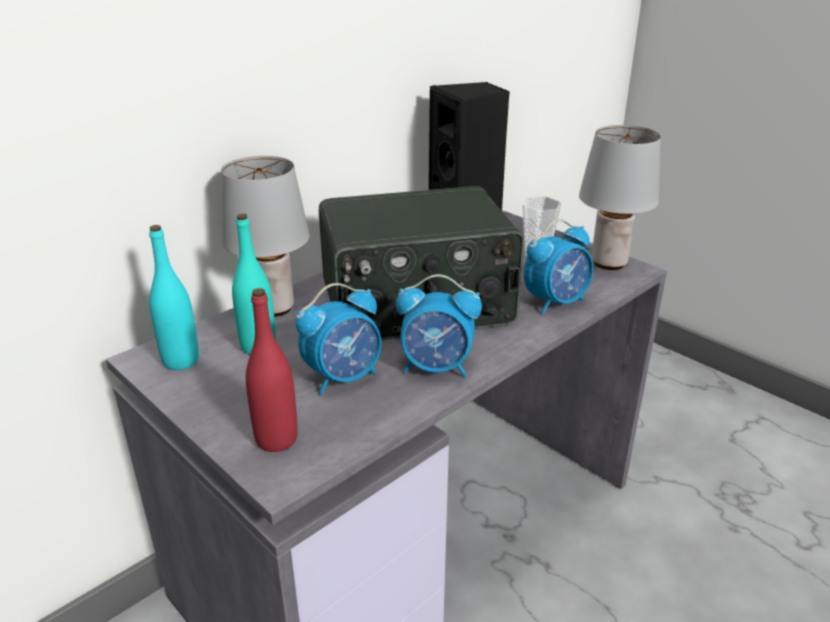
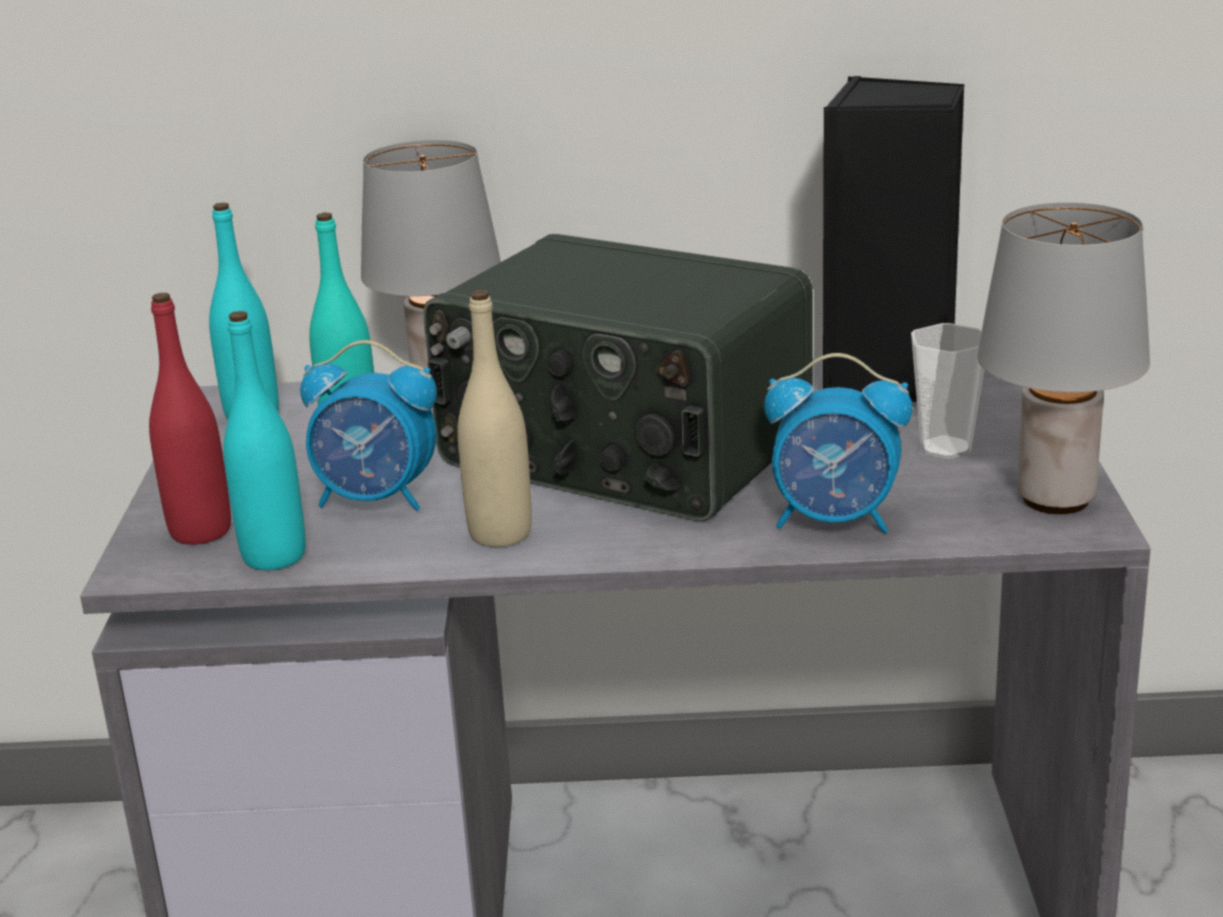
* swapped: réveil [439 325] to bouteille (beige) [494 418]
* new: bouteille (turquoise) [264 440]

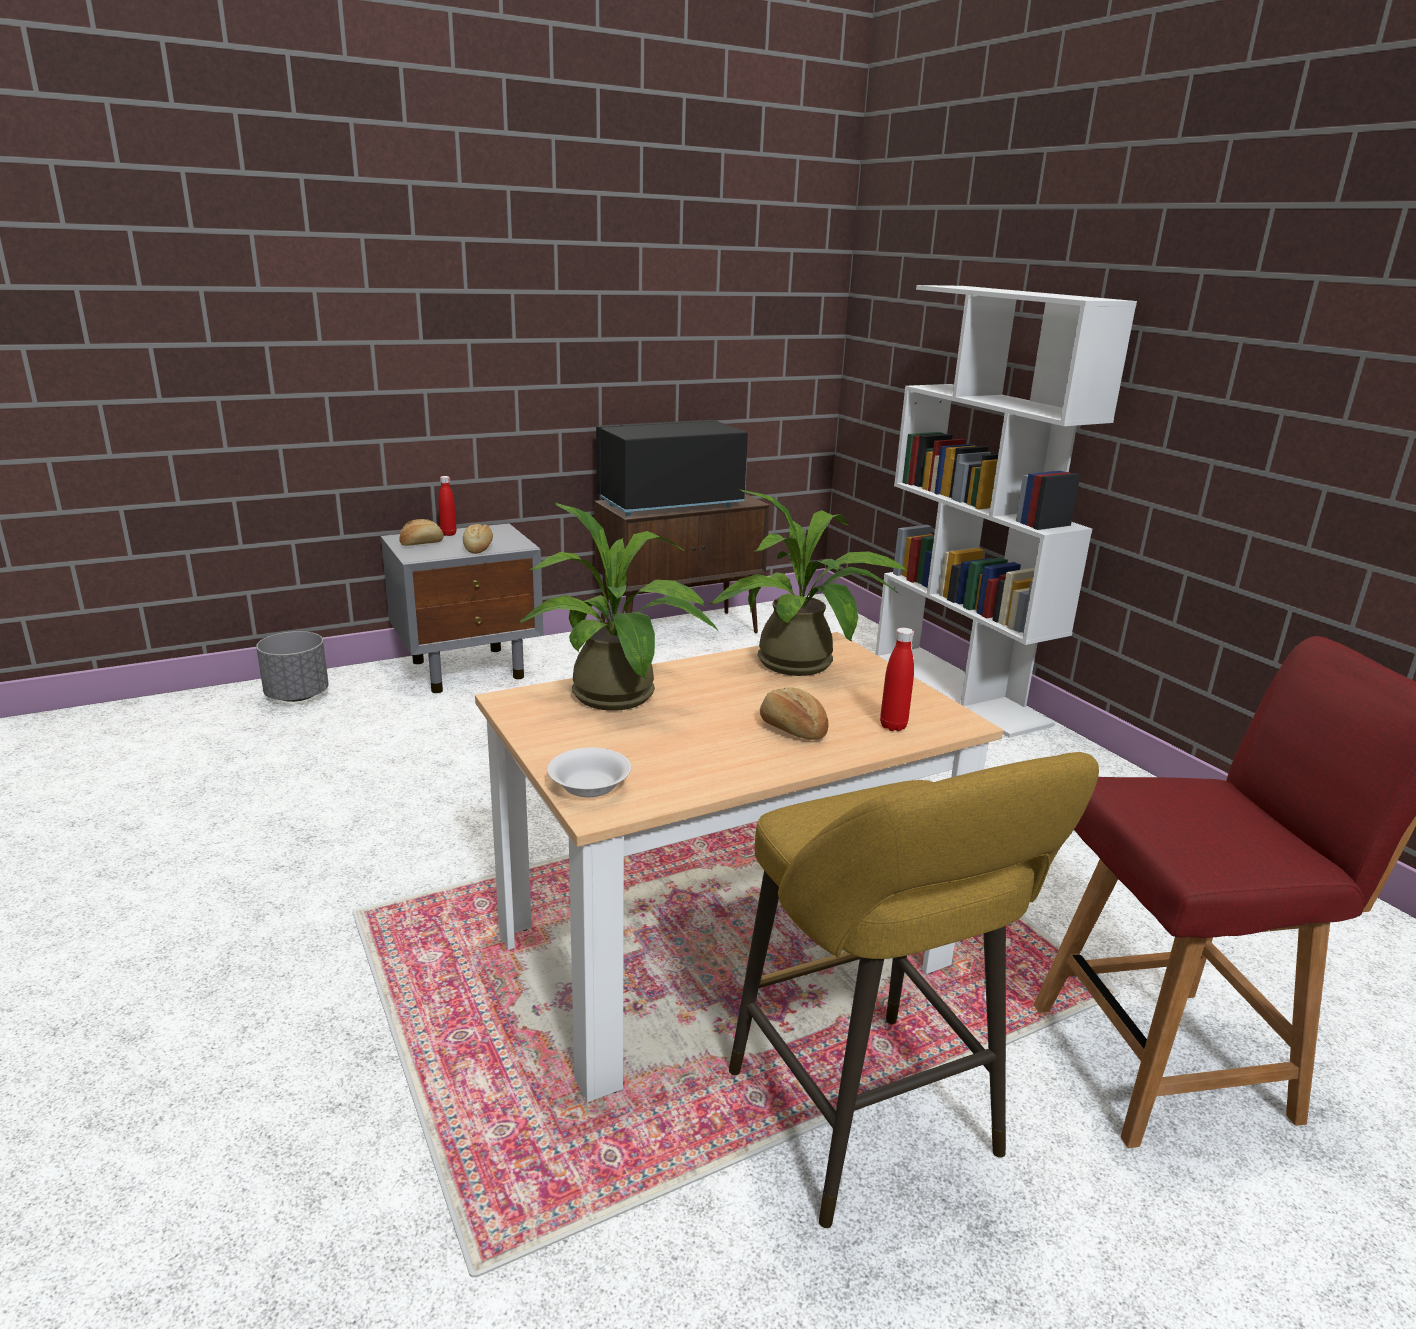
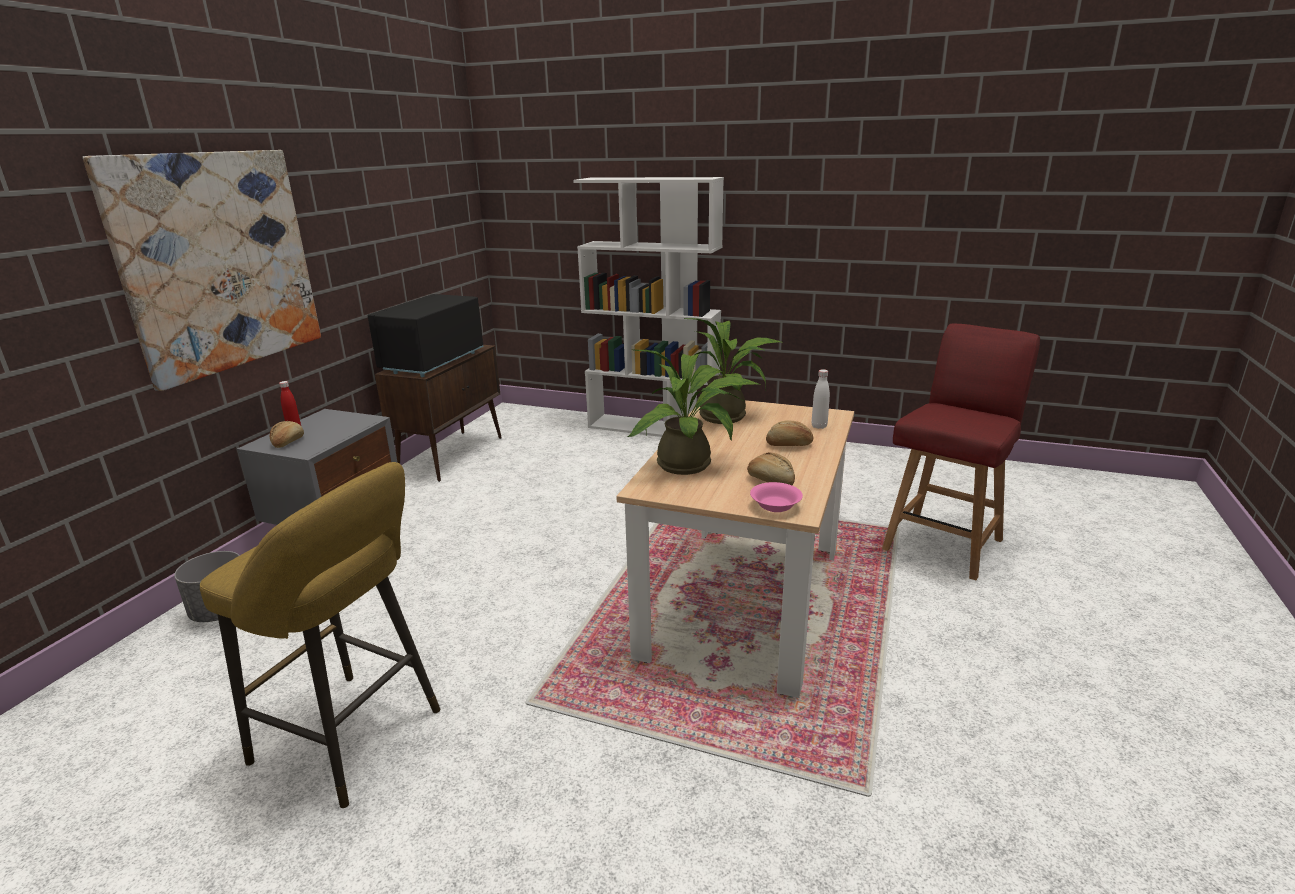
* shifted: pain [478 539] to [771 468]
* repainted: bol (blanc) [589 772] to bol (rose) [776 497]
* shifted: tabouret (jaune) [914 990] to [320 635]
* repainted: bouteille (rouge) [897 679] to bouteille (blanc) [821 399]
* new: tableau [202 270]

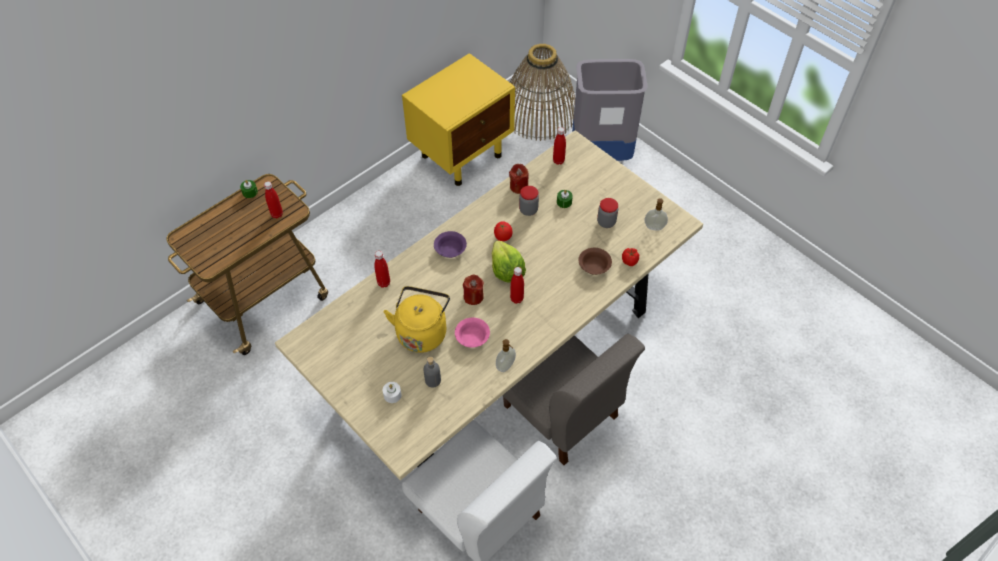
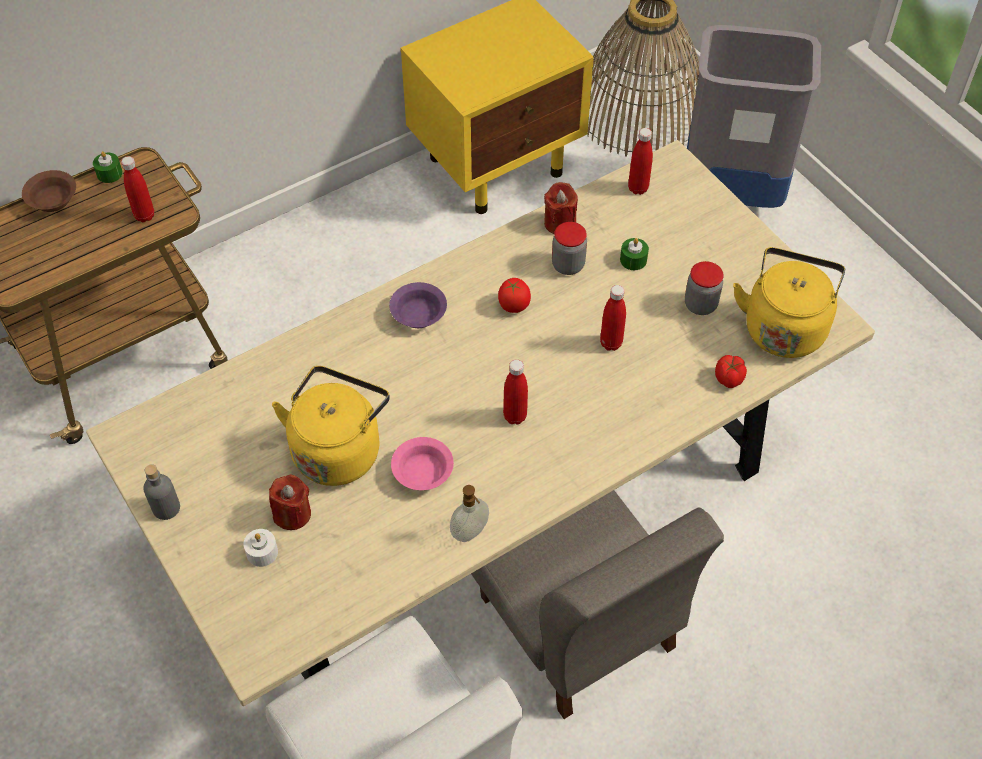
* shifted: bouteille (rouge) [382 269] to [613 318]
* shifted: bouteille (gris) [432 372] to [161 492]
* shifted: bougie (rouge) [473 290] to [290 502]
* gone: laitue [509 261]
* shifted: bol (marron) [595 261] to [49 191]
* swapped: distributeur de savon [656 214] to bouilloire (jaune) [789 302]

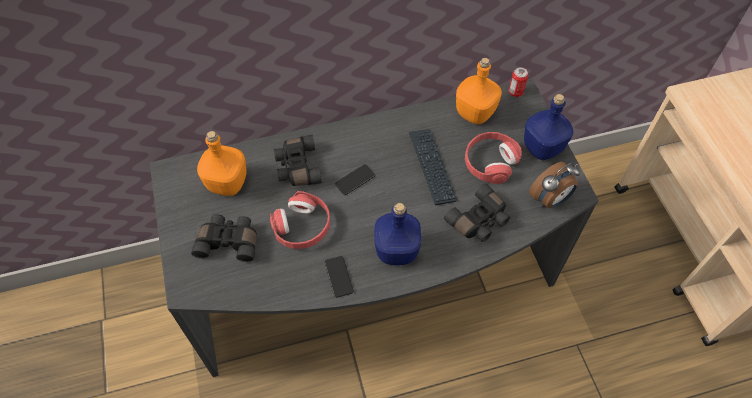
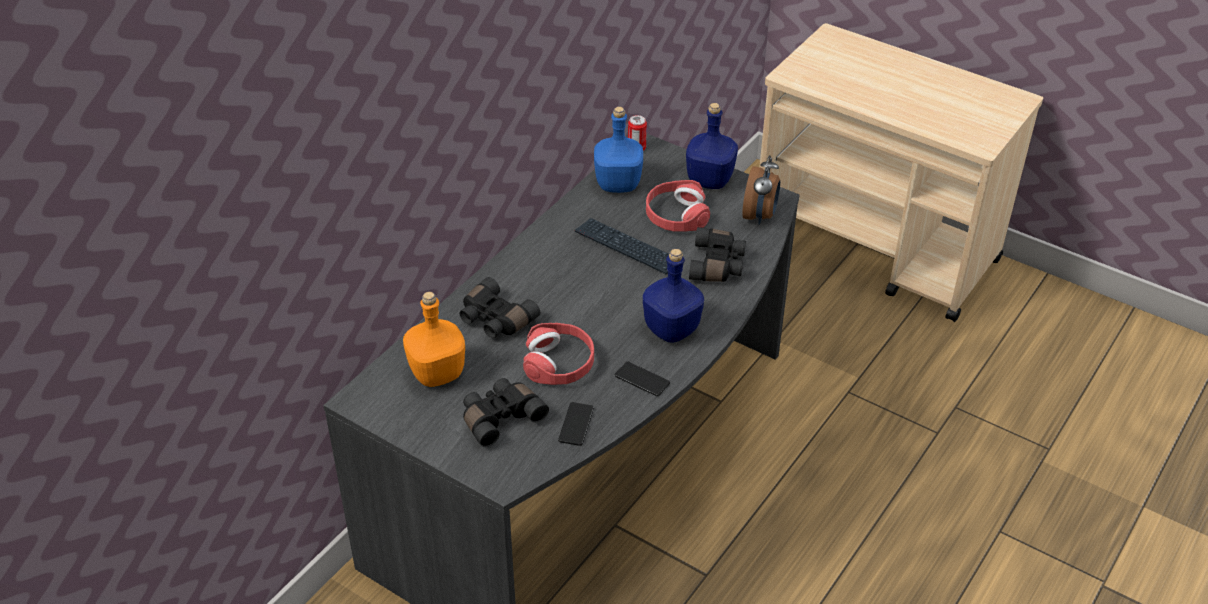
* shifted: téléphone [355 179] to [576 424]
* repainted: bouteille (orange) [479 91] to bouteille (bleu) [618 150]

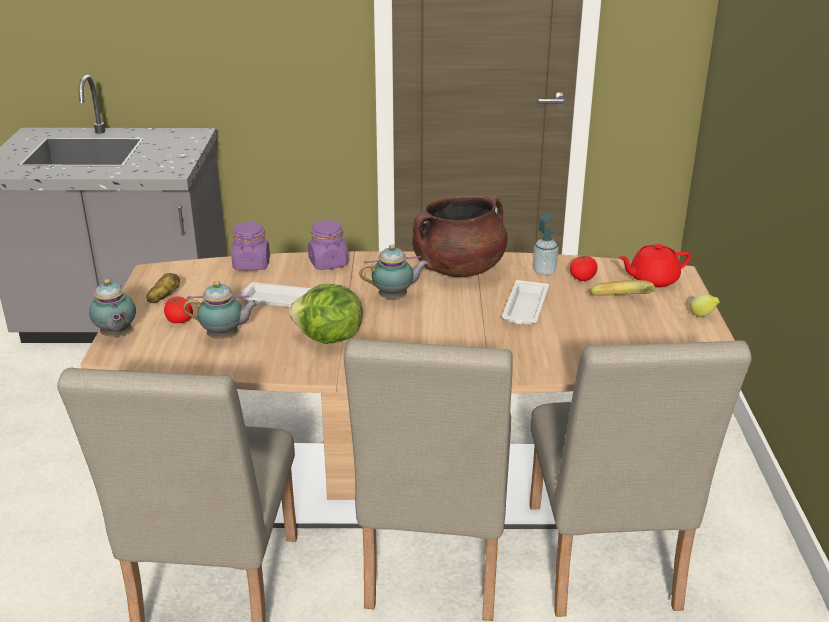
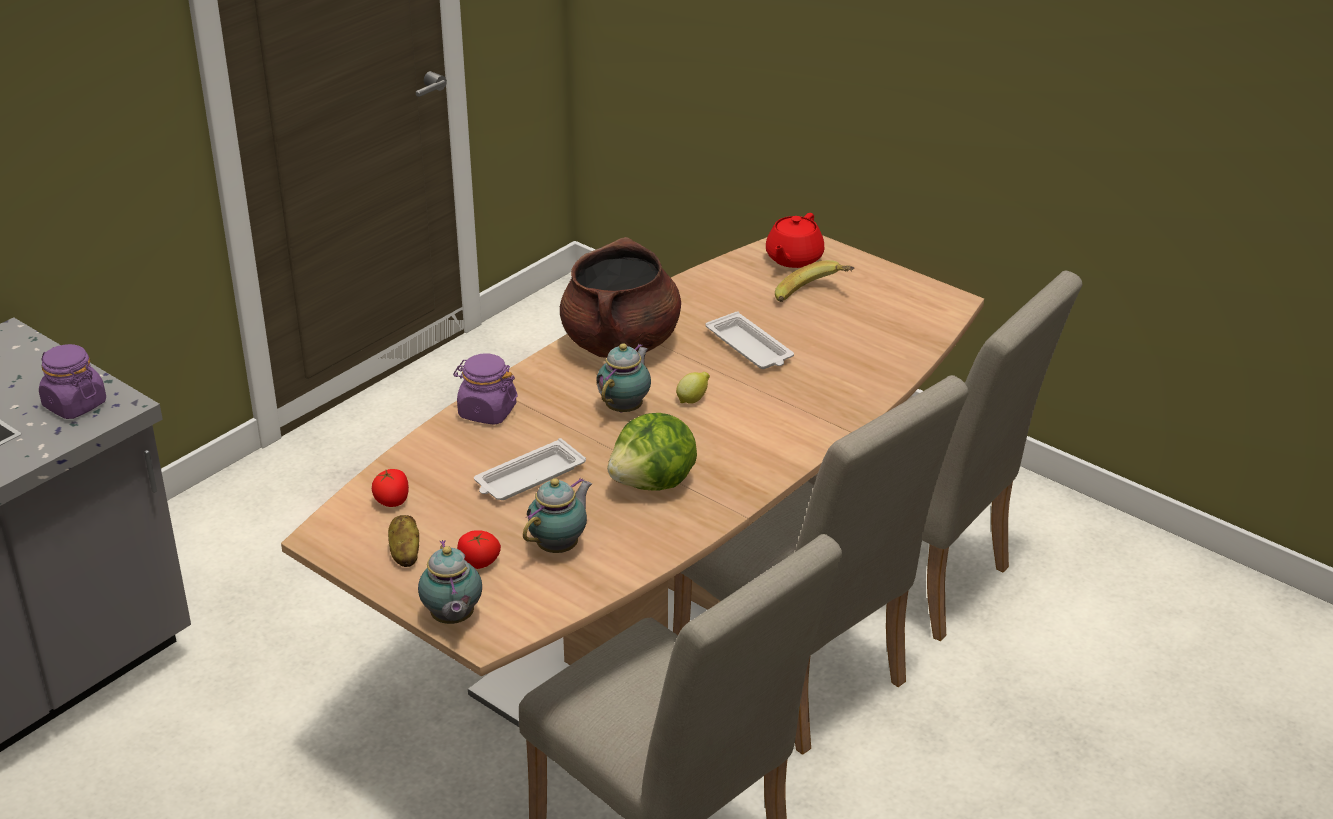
* rotated: théière [112 308] = [450 582] 60 degrees clockwise
* shifted: bocal (violet) [250 246] to [72 381]
* gone: distributeur de savon [546 244]
* shifted: tomate [583 268] to [390 488]
* shifted: citron [705 305] to [693 388]

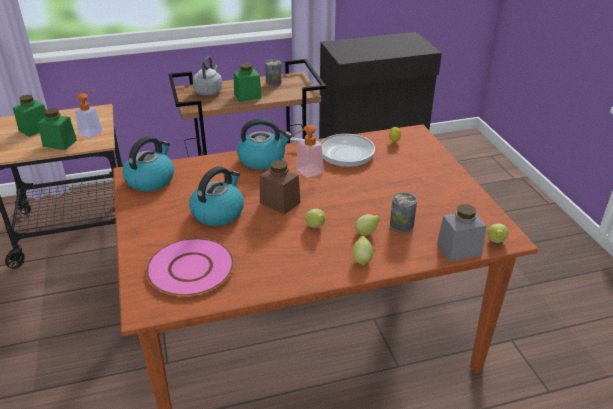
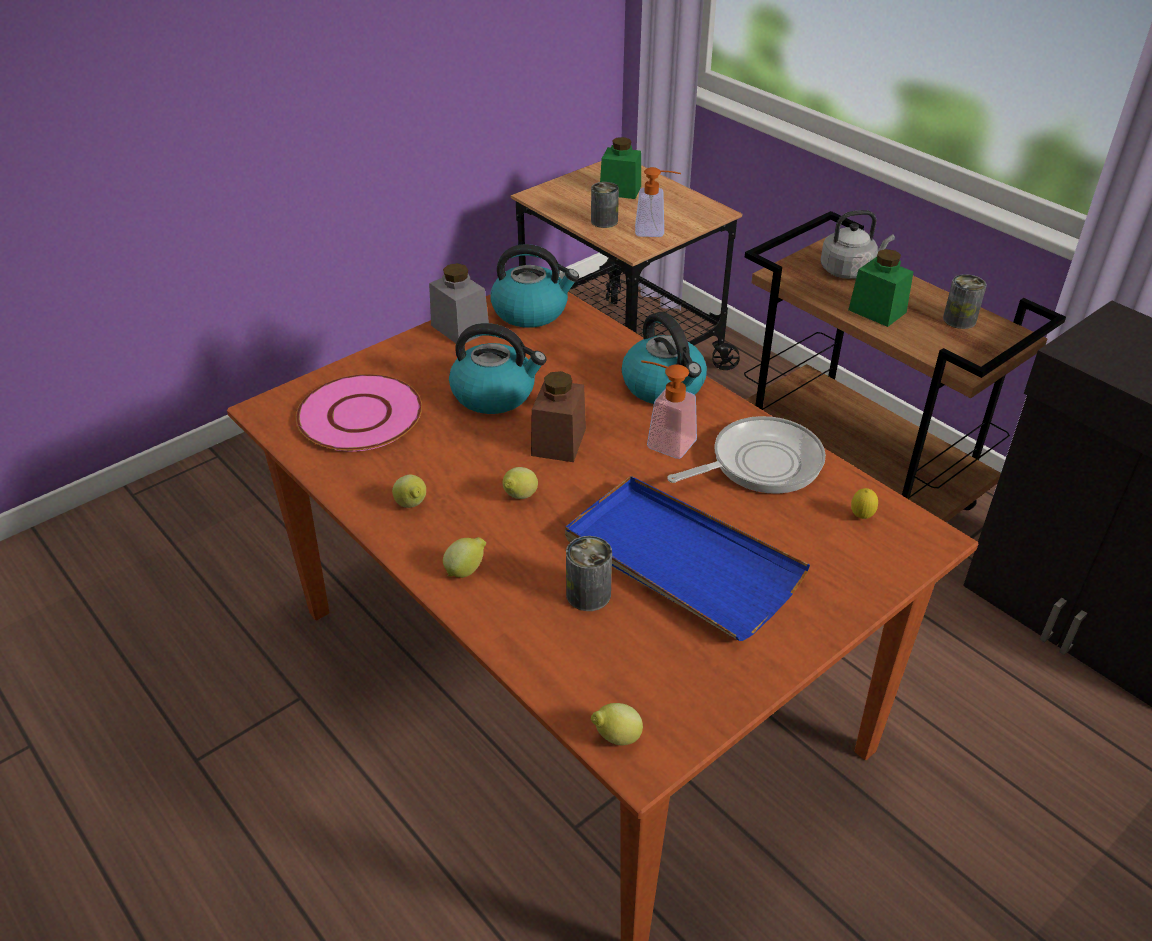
* swapped: bocal (vert) [57 129] to boîte métallique [605 205]
* rotated: poêle [332 150] = [746 455] 105 degrees counterclockwise
* shifted: citron [367 225] to [409 491]
* shifted: bocal (gris) [461 233] to [459 303]
* new: plateau (bleu) [687 558]

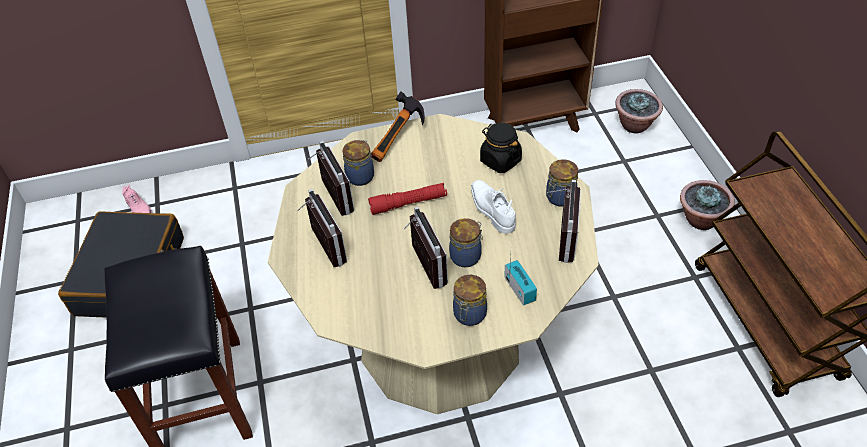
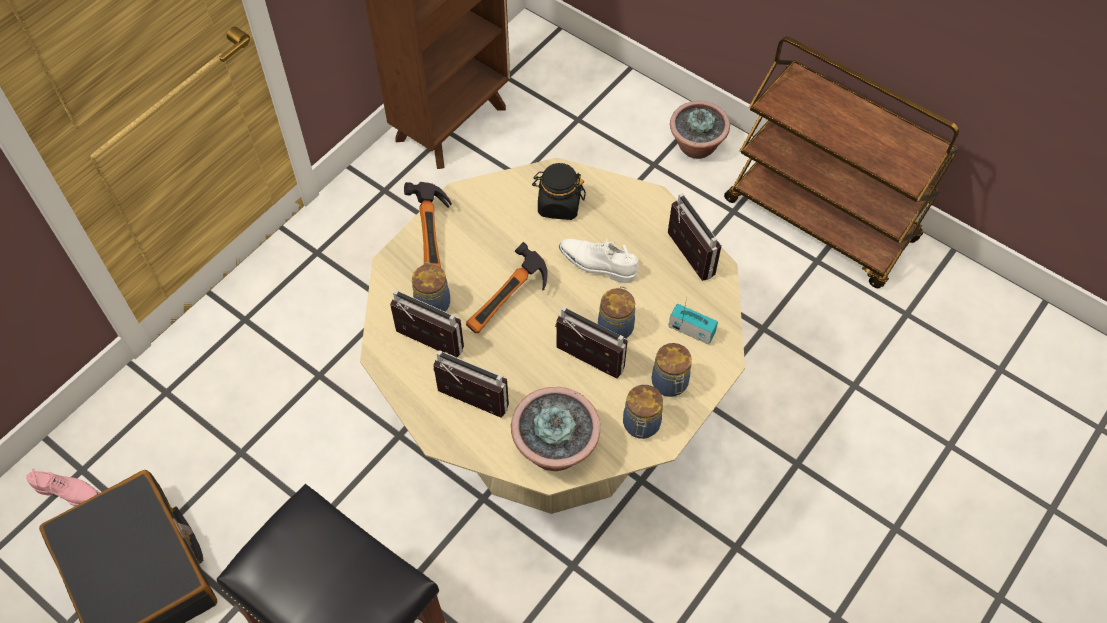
* swapped: lampe de poche (rouge) [407 199] to marteau [507 287]
* shifted: bocal [562 183] to [643 412]
* shifted: plante en pot [639 111] to [555 429]

